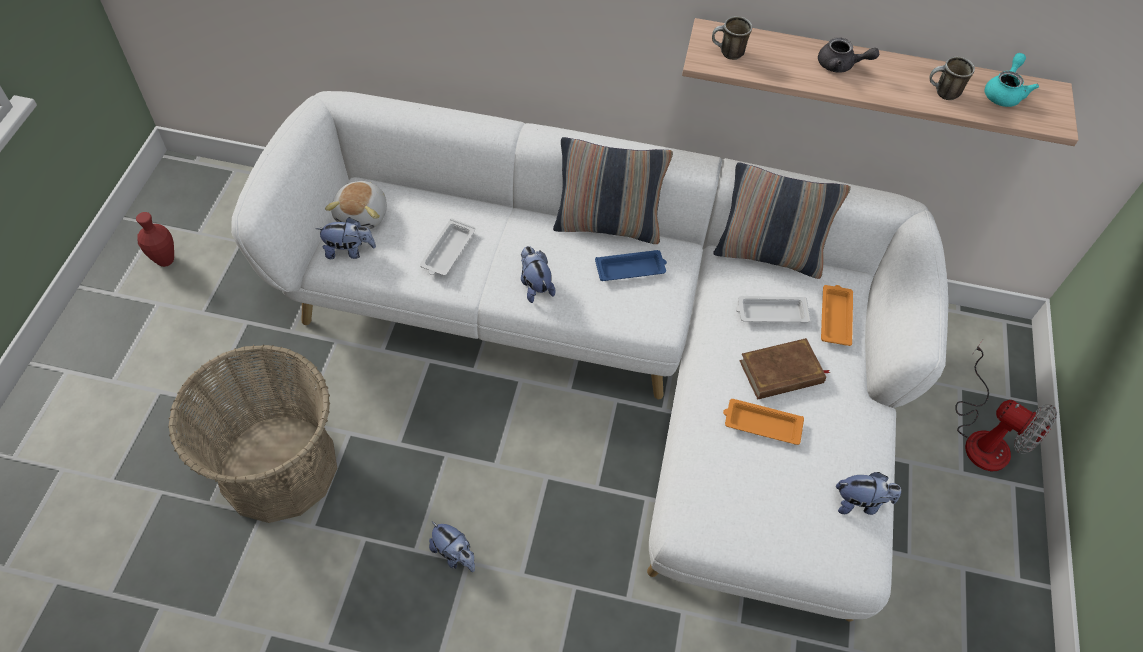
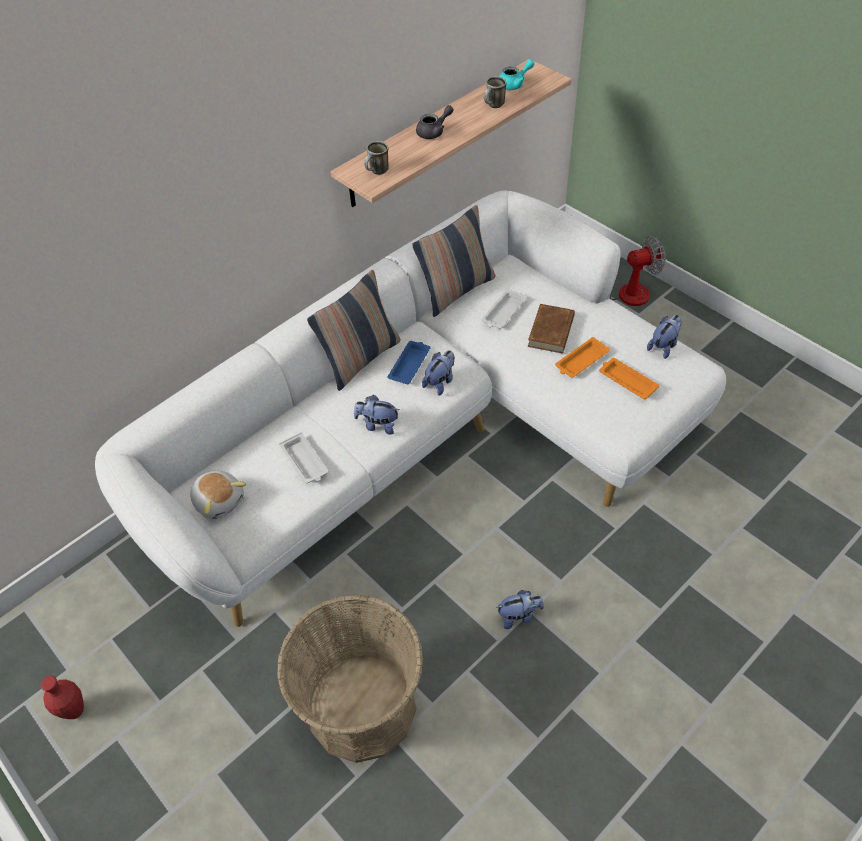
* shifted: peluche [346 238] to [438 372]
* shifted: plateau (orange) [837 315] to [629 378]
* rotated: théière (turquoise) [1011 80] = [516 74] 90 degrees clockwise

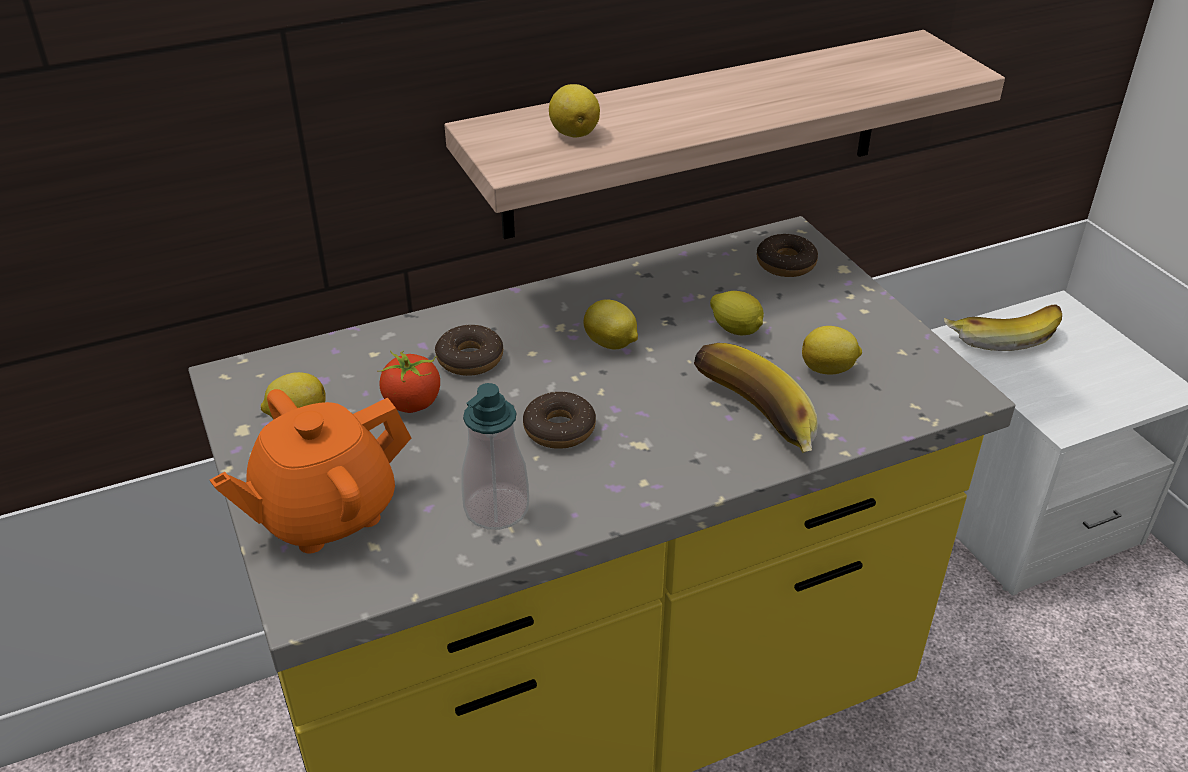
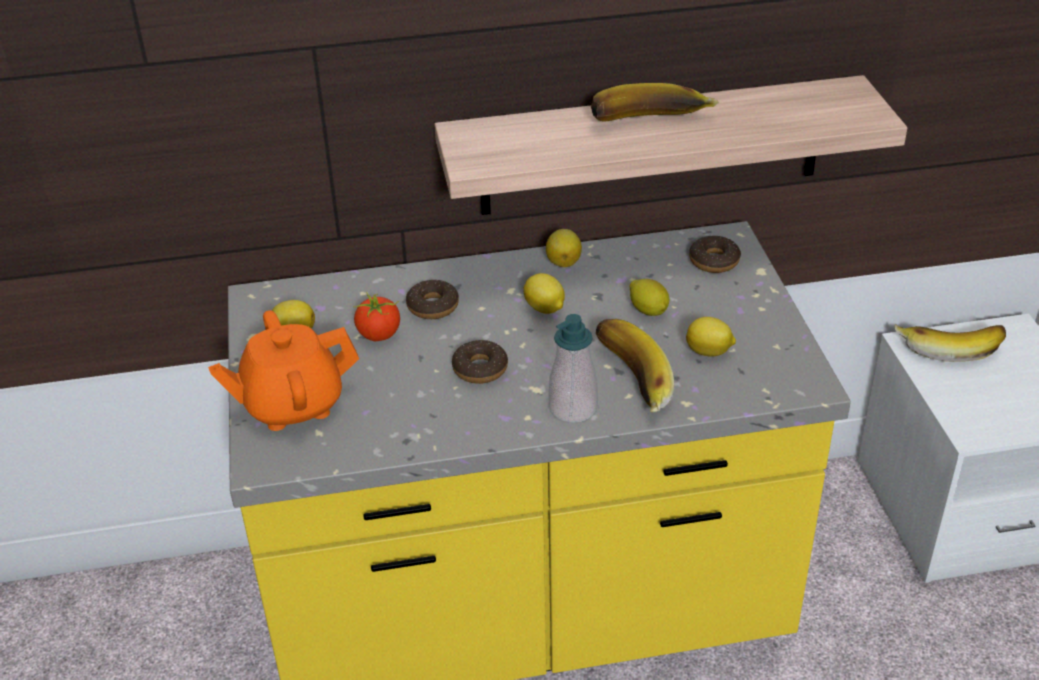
* shifted: distributeur de savon [495 456] to [573 368]
* shifted: citron [574 110] to [564 248]
* new: banane [655 102]

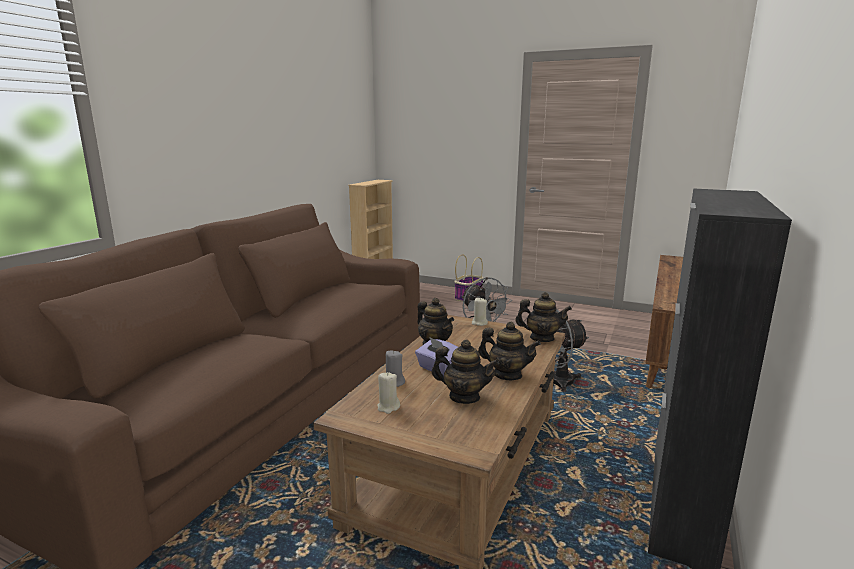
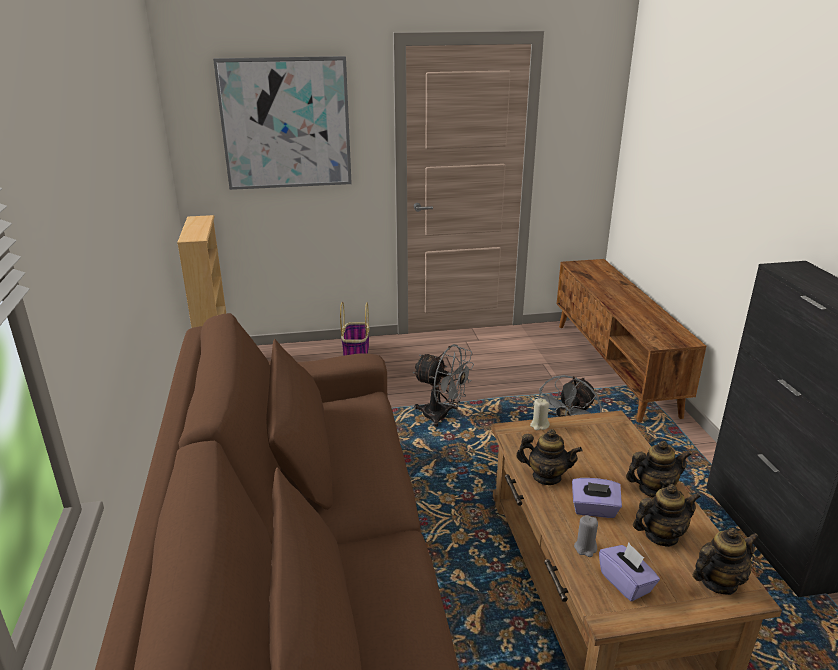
* swapped: bougie (beige) [388 393] to boîte à mouchoirs (violet) [629 572]
* shifted: théière [543 317] to [726 561]
* new: tableau [282 123]

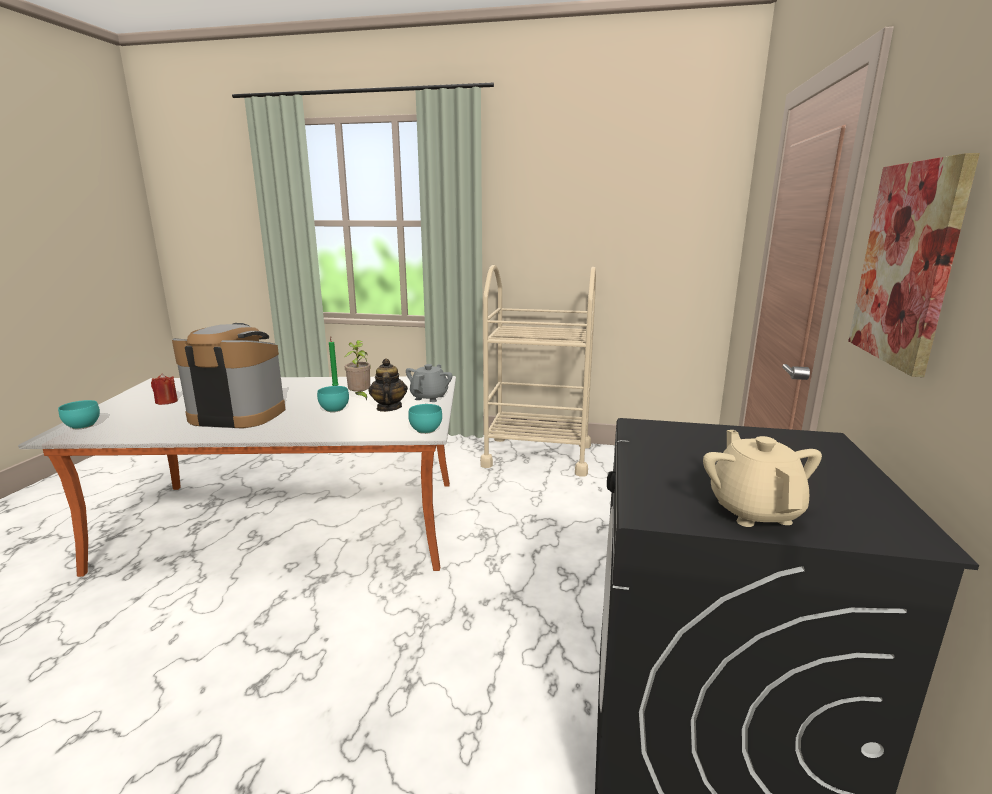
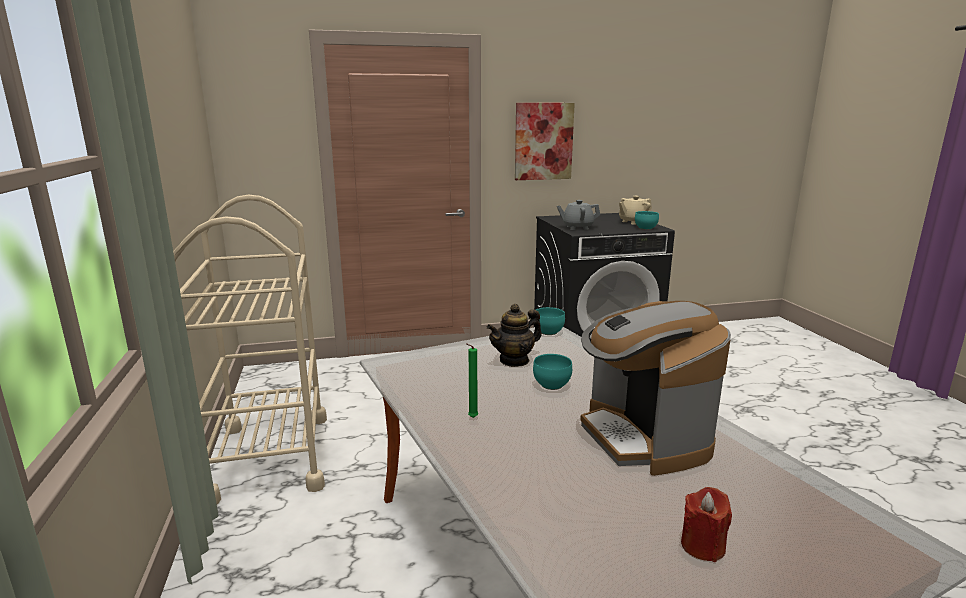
* shifted: bol (turquoise) [79 414] to [647 220]
* gone: plante en pot [358 370]
* shifted: théière (gris) [429 383] to [578 215]

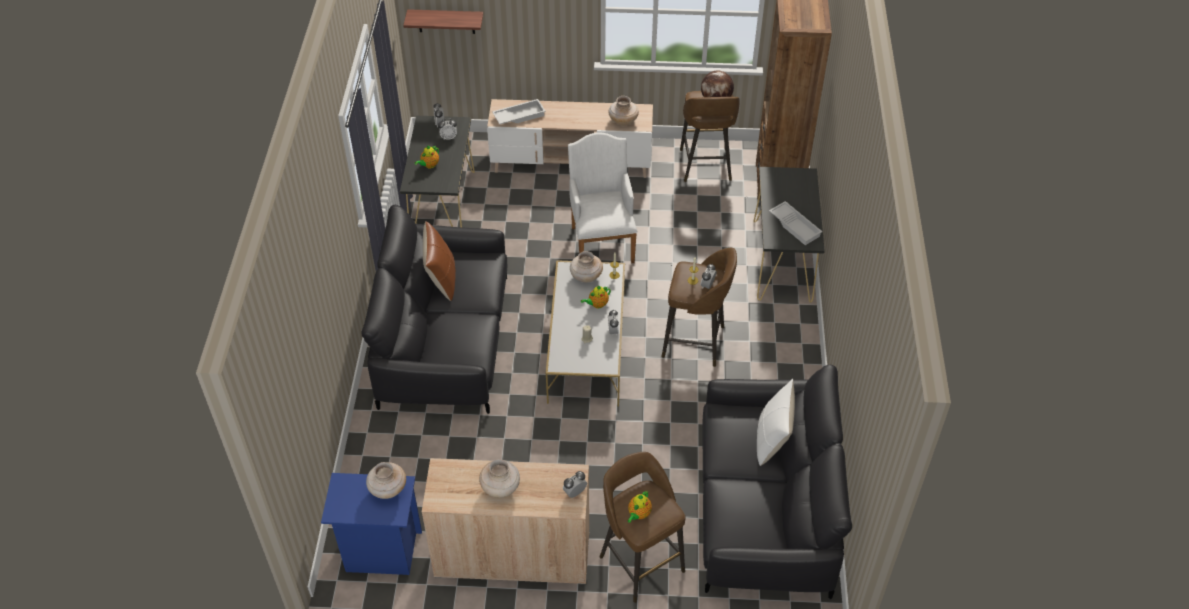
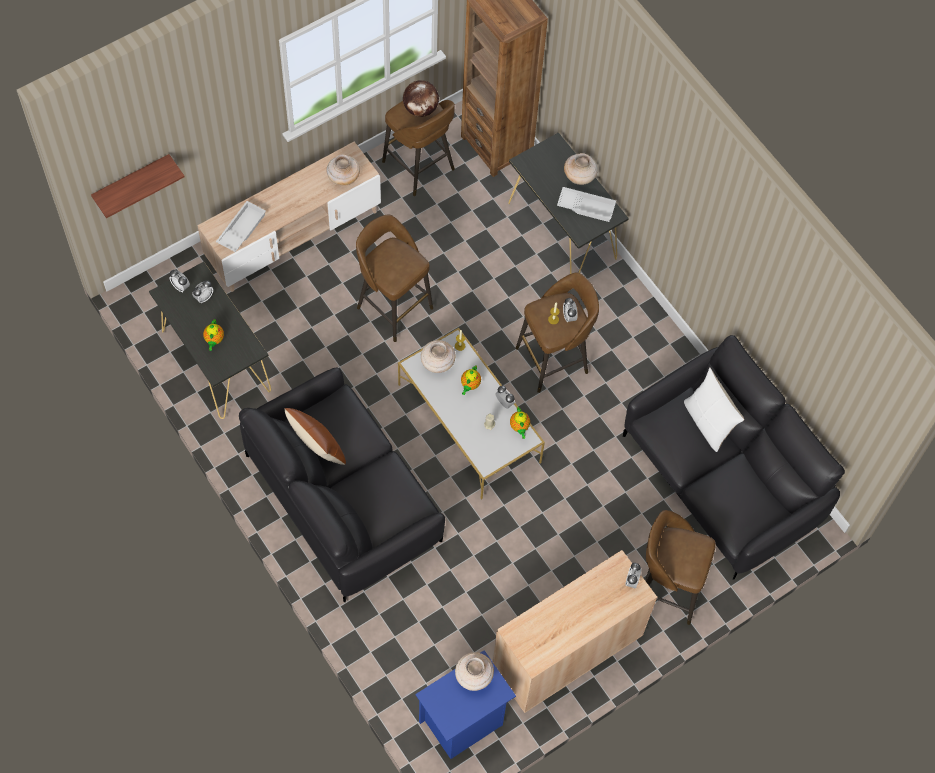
* shifted: vase (beige) [499 478] to [581 169]
* swapped: fauteuil (blanc) [603 198] to tabouret (marron) [394 278]
* shifted: théière [640 507] to [520 423]

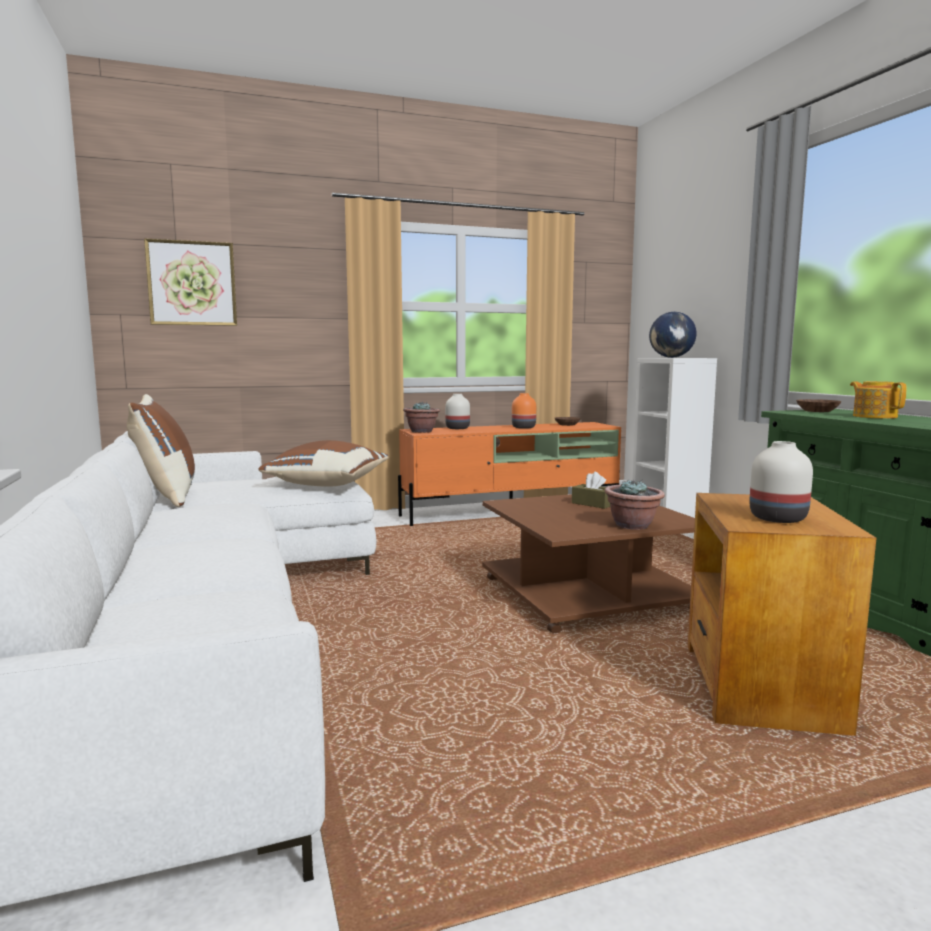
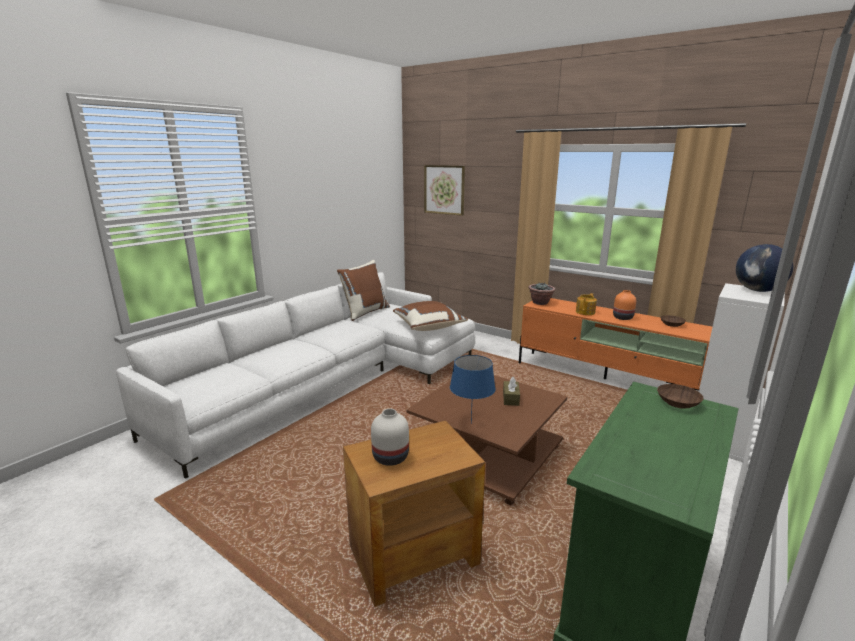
* gone: vase (blanc) [457 411]
* swapped: plante en pot [635 505] to lampe de table (bleu) [472 389]
* shifted: théière [878 400] to [586 304]

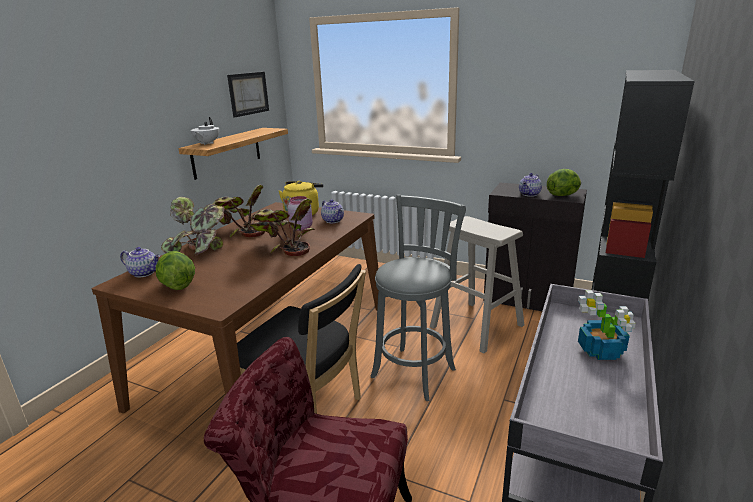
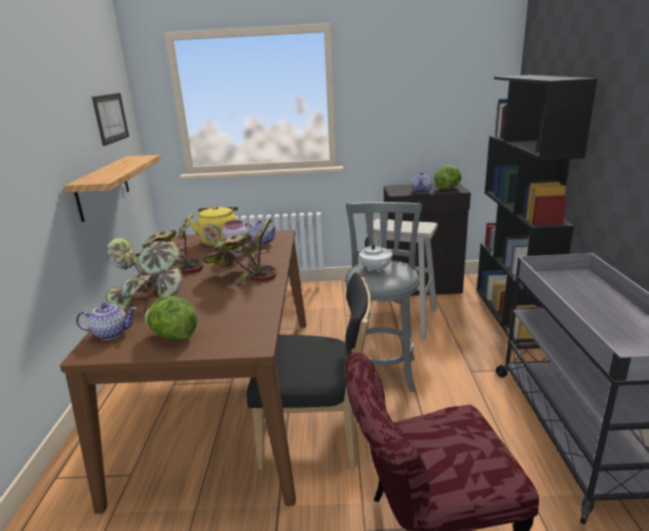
* shifted: théière (blanc) [205 131] to [376 255]
* gone: plante en pot [607 325]

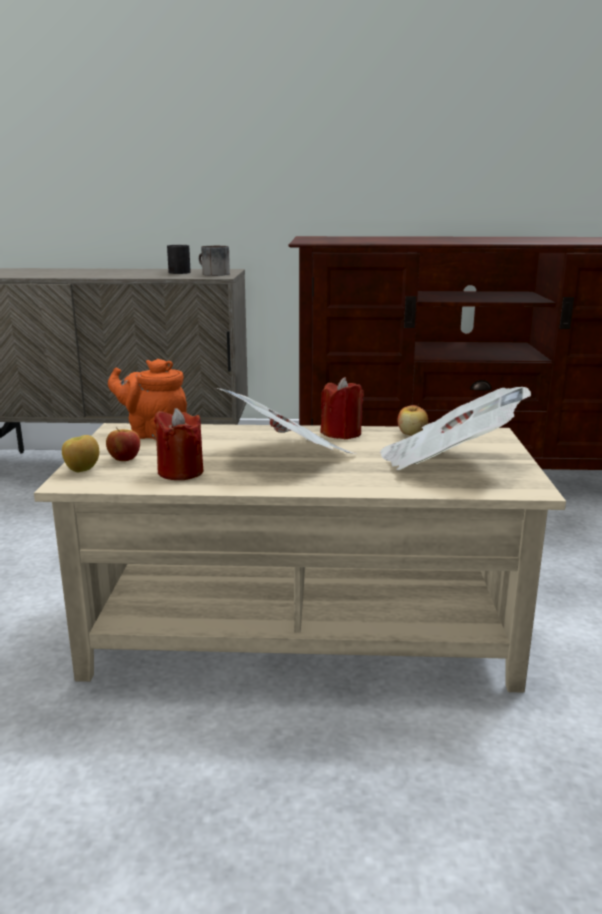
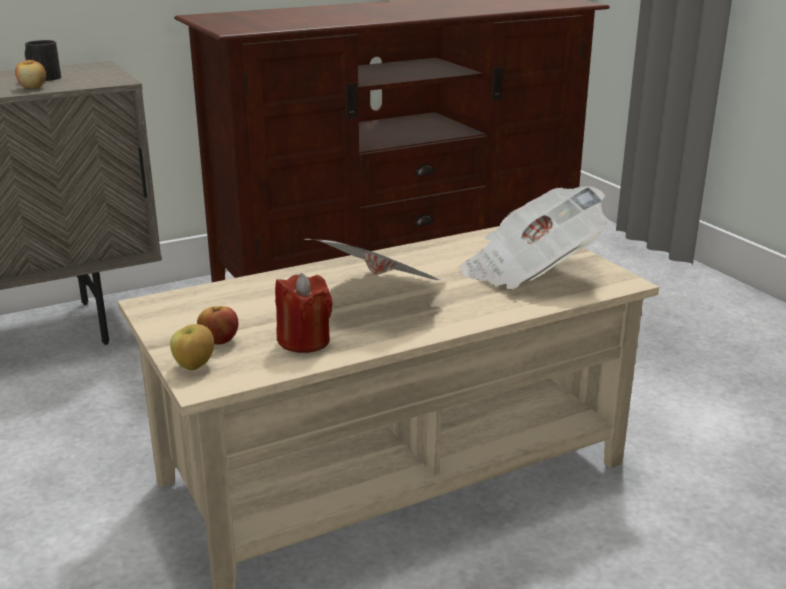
* gone: théière (orange) [147 399]
* gone: mug [214 261]
* gone: bougie (rouge) [342 408]
* shifted: pomme [413 420] to [30 73]

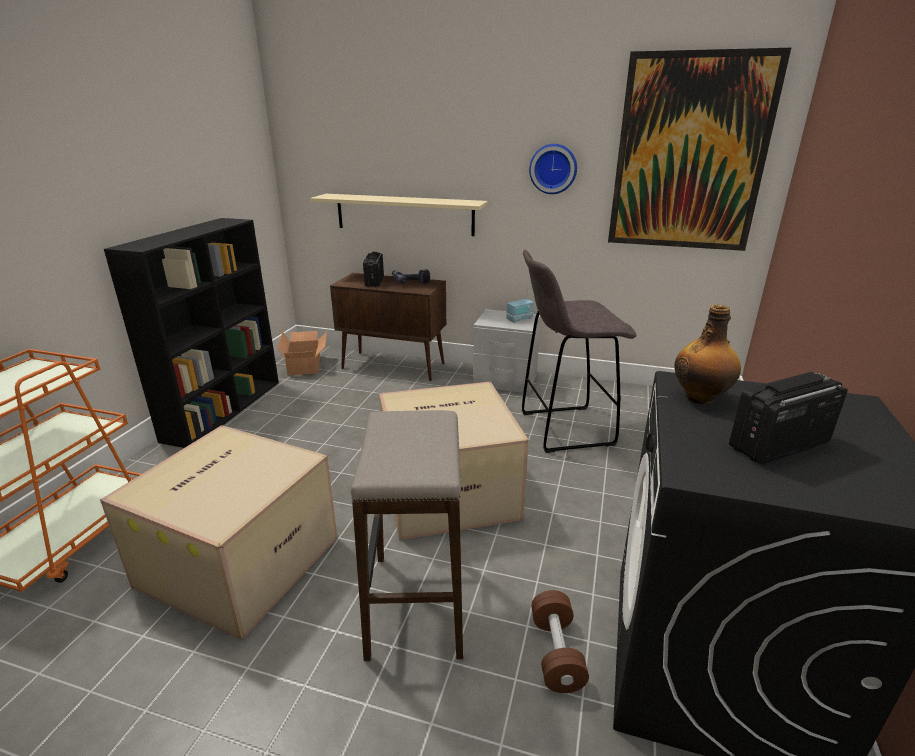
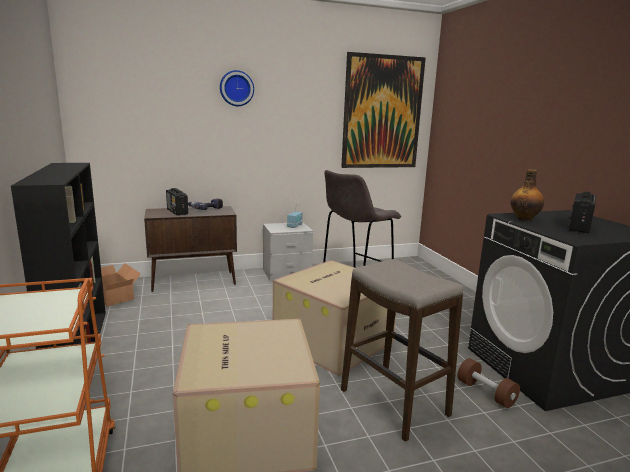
* gone: étagère (beige) [399 215]
* shifted: horloge murale [553 169] to [237 88]

